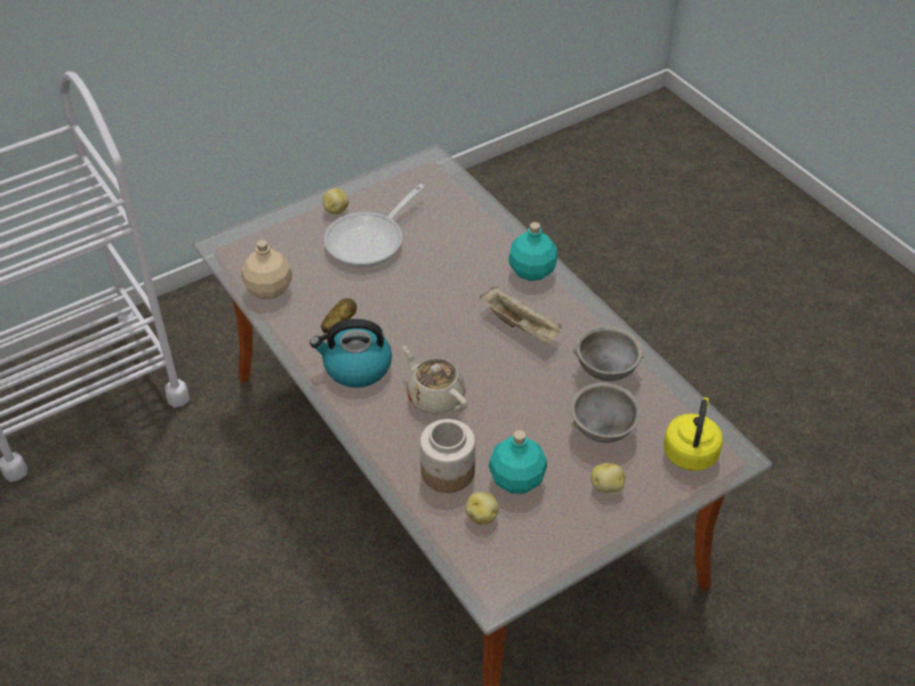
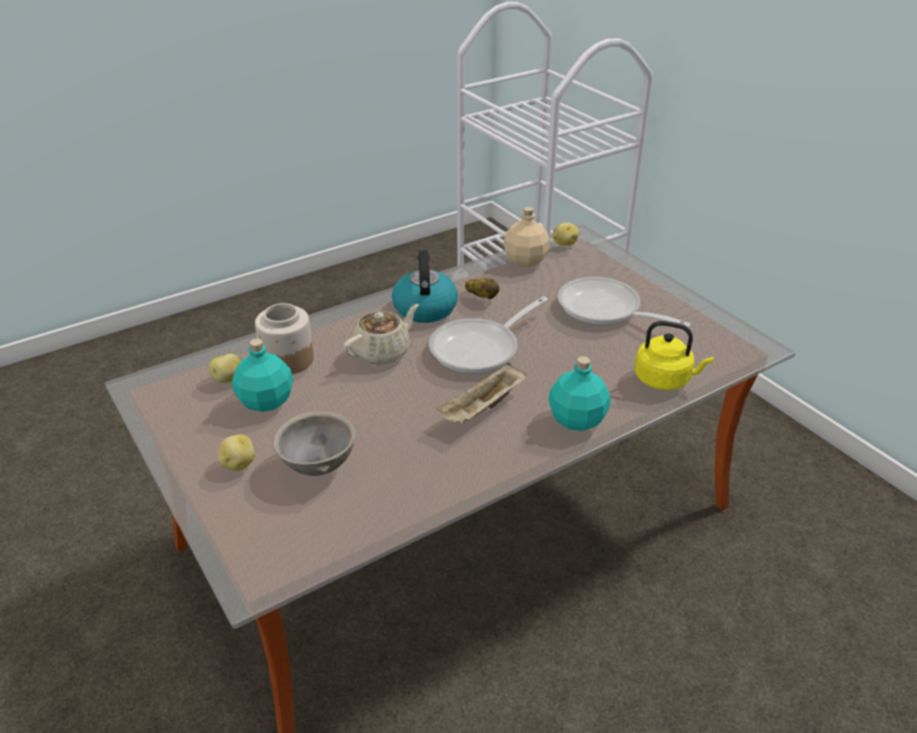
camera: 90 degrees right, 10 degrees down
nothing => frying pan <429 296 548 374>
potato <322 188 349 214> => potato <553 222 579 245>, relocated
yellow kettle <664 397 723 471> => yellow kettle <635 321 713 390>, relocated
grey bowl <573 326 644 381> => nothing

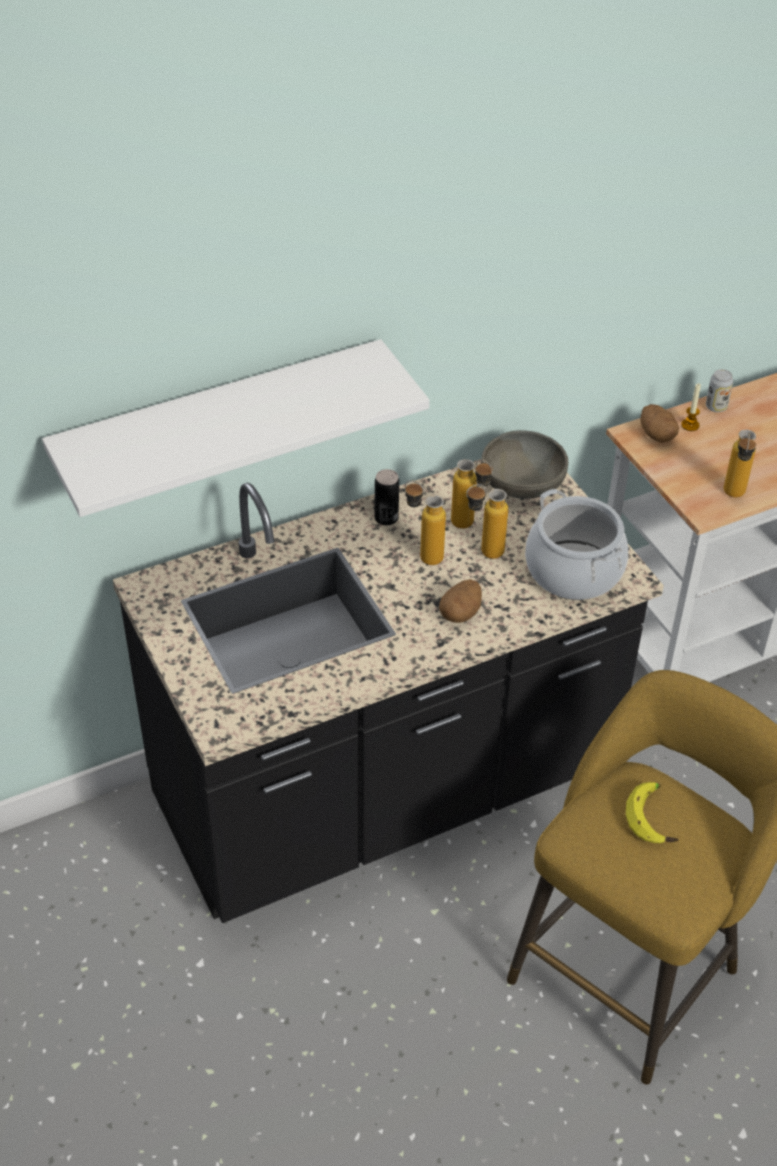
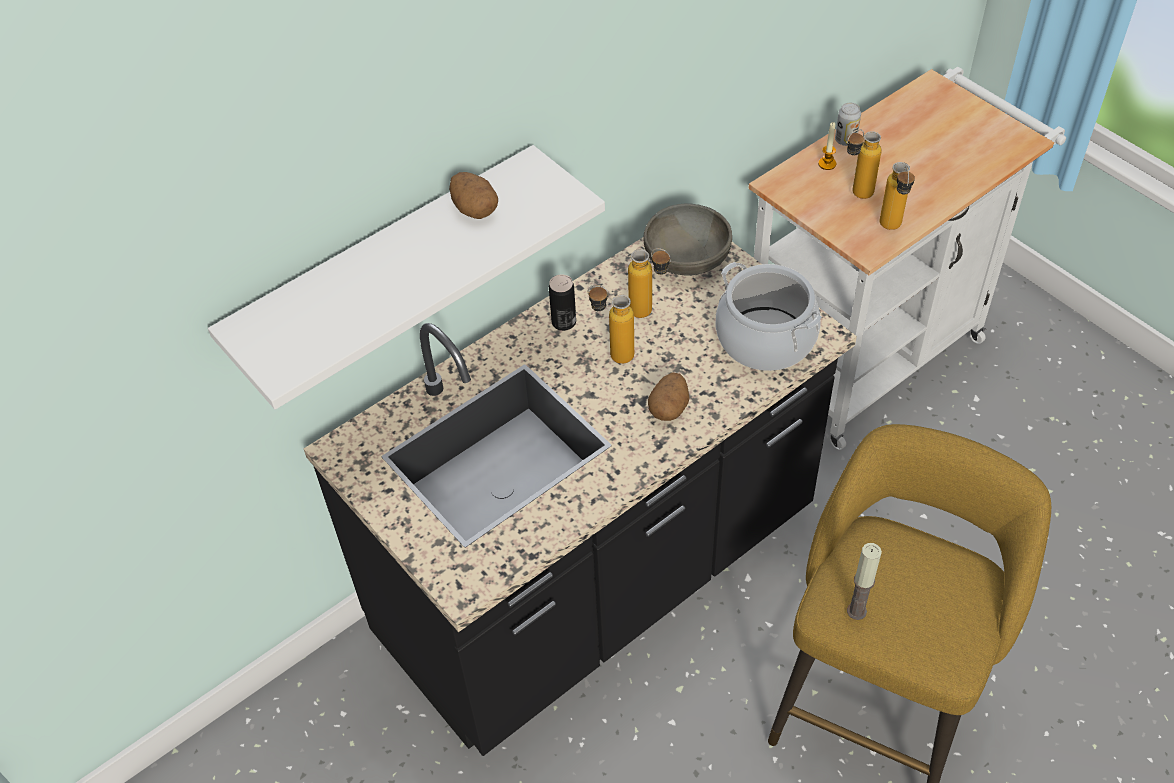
camera: 10 degrees left, 5 degrees up
potato <640 404 679 443> => potato <449 172 498 219>, relocated
bottle <466 484 508 559> => bottle <847 129 882 199>, relocated
nothing => candle <847 543 882 620>
banana <626 782 679 843> => nothing

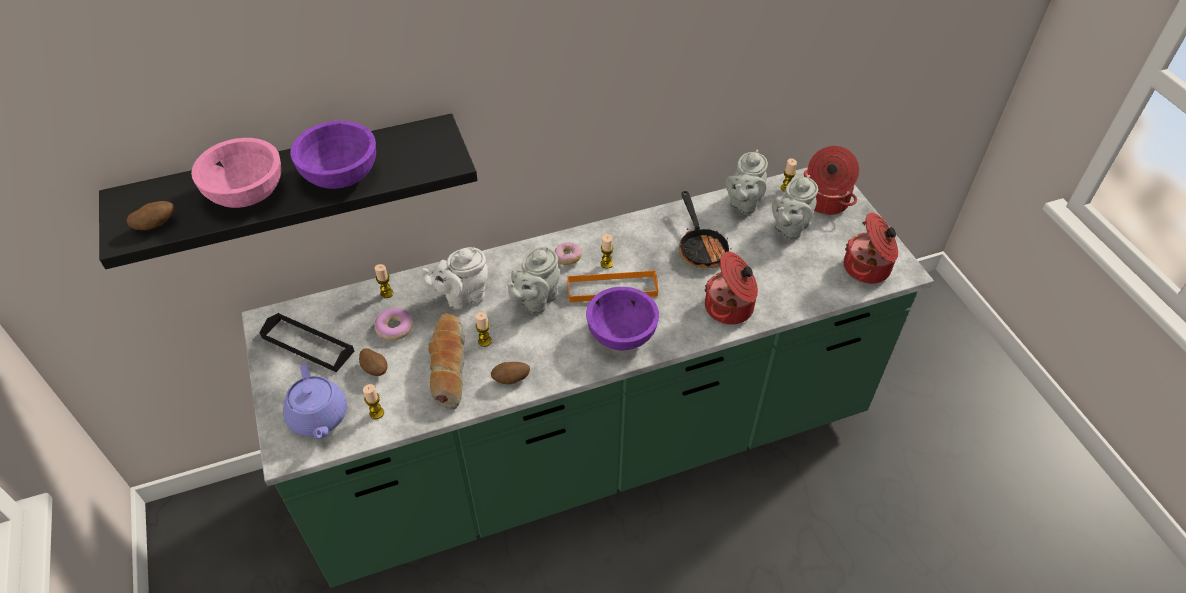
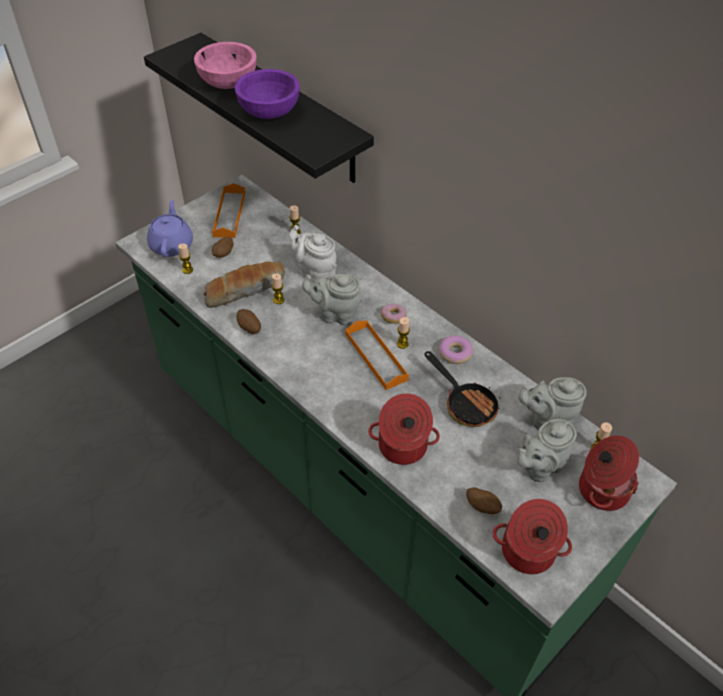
camera: 65 degrees right, 0 degrees up
purple teapot <283 364 347 439> => purple teapot <147 200 193 257>, 135 degrees clockwise
black tray <259 313 354 372> => orange tray <212 183 245 238>
frying pan <679 191 732 268> => frying pan <425 351 500 427>, 90 degrees counterclockwise
donut <374 308 413 341> => donut <438 335 473 364>, relocated
potato <126 201 175 230> => potato <466 487 502 514>, relocated
grey teapot <772 175 818 240> => grey teapot <517 419 577 482>, 45 degrees counterclockwise
purple bowl <586 287 659 350> => nothing

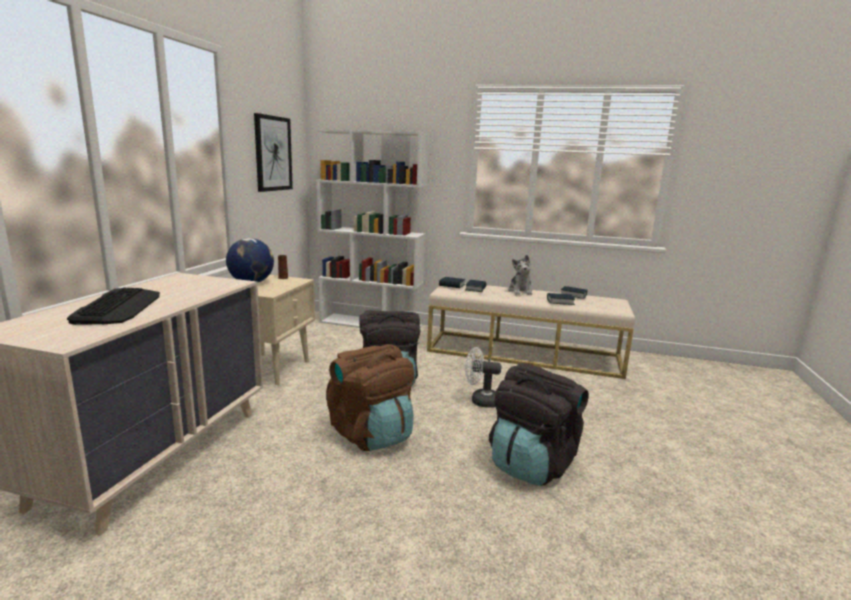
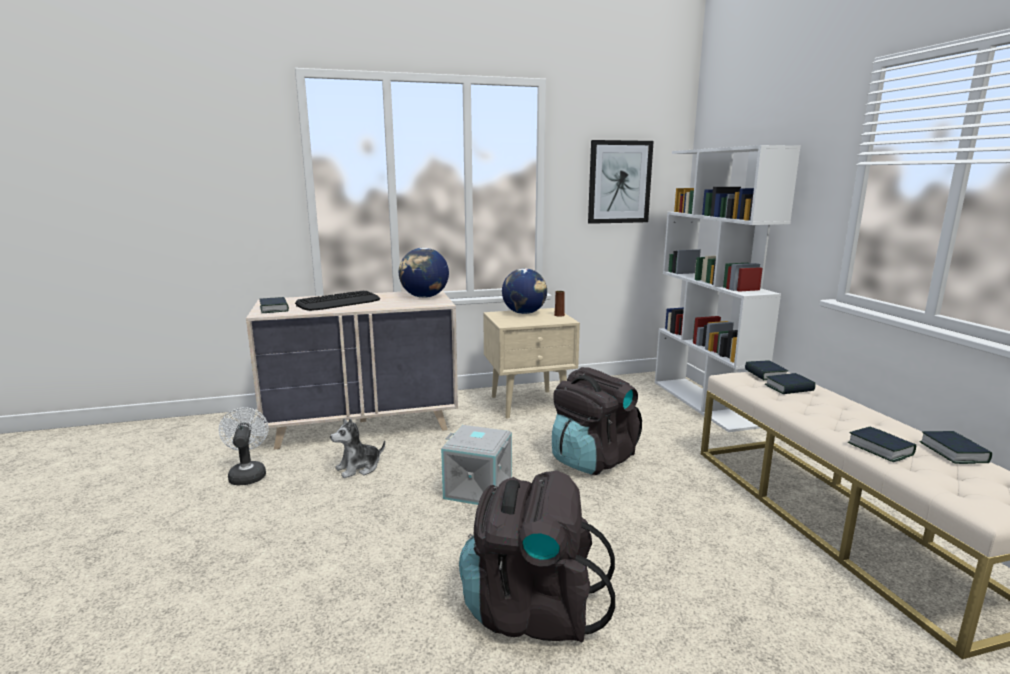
camera: 60 degrees right, 0 degrees up
white fan <465 347 502 408> => white fan <219 407 268 486>, relocated
nothing => book <259 297 289 313>
plush toy <508 255 532 295> => plush toy <330 419 385 478>, relocated
nothing => globe <399 247 449 298>
brown backpack <326 344 414 451> => grey storage box <441 425 512 505>

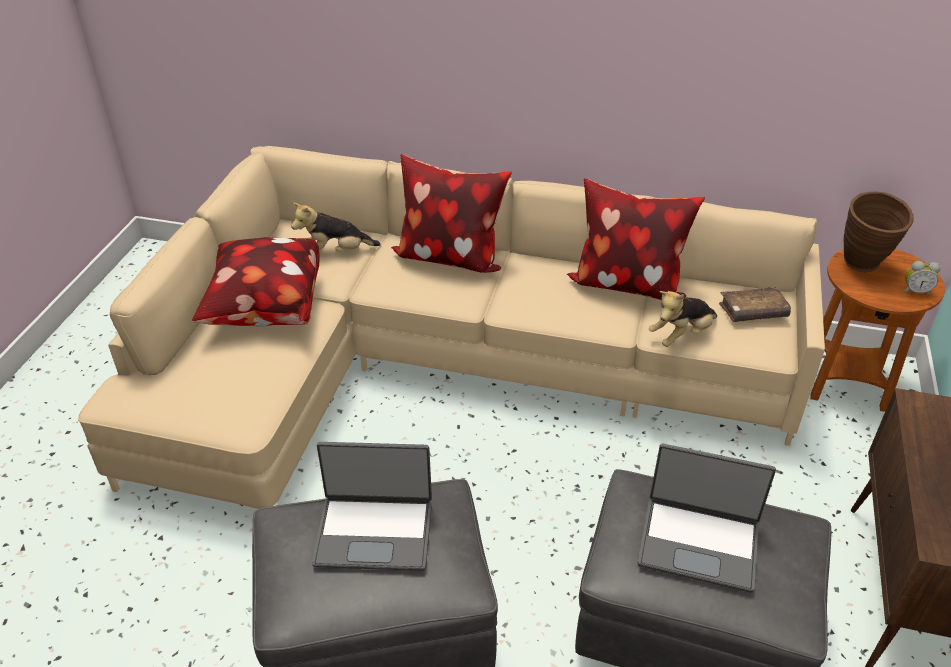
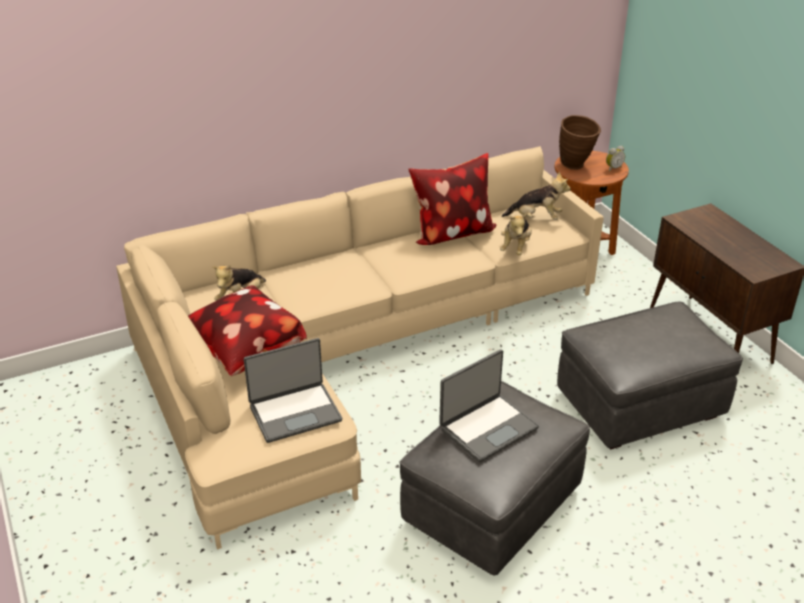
camera: 40 degrees left, 5 degrees down
laptop <637 444 776 593> => laptop <244 338 342 443>, relocated
brown book <719 286 791 322> => plush toy <502 172 571 220>
pillow <391 154 512 273> => nothing

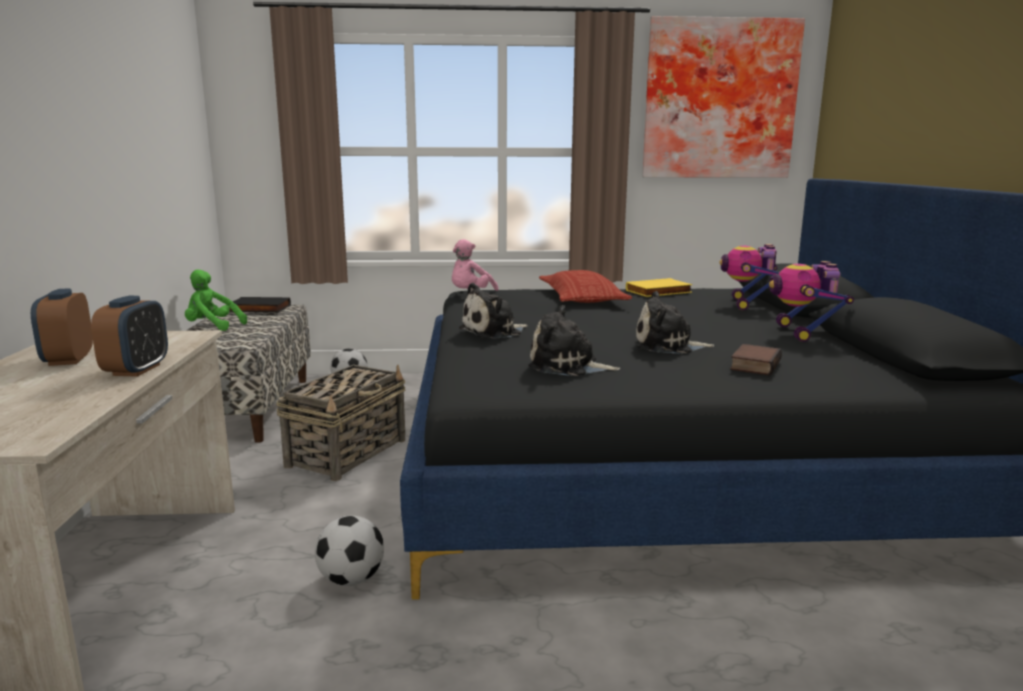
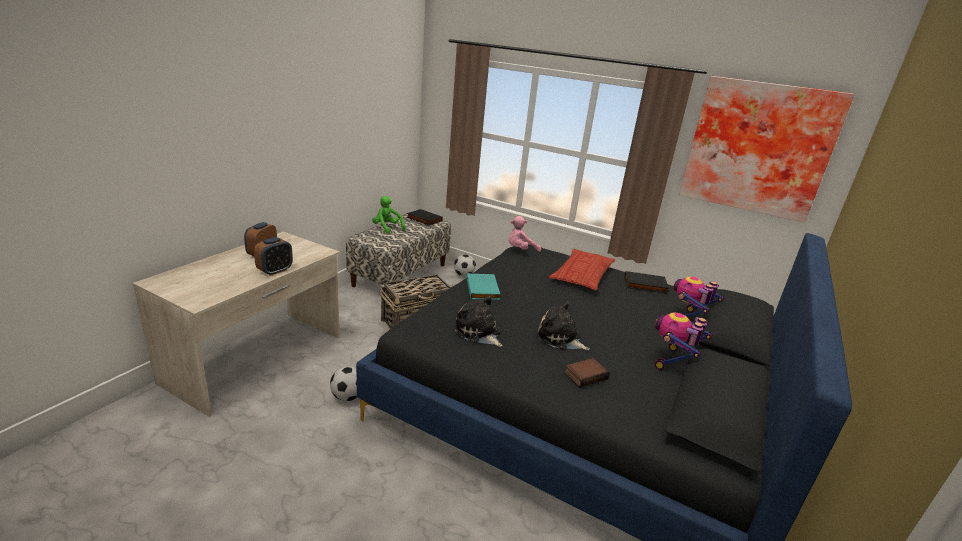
camera: 30 degrees right, 10 degrees up
plush toy <459 283 528 339> => turquoise book <466 273 500 300>
yellow book <626 278 693 297> => black book <624 271 669 294>

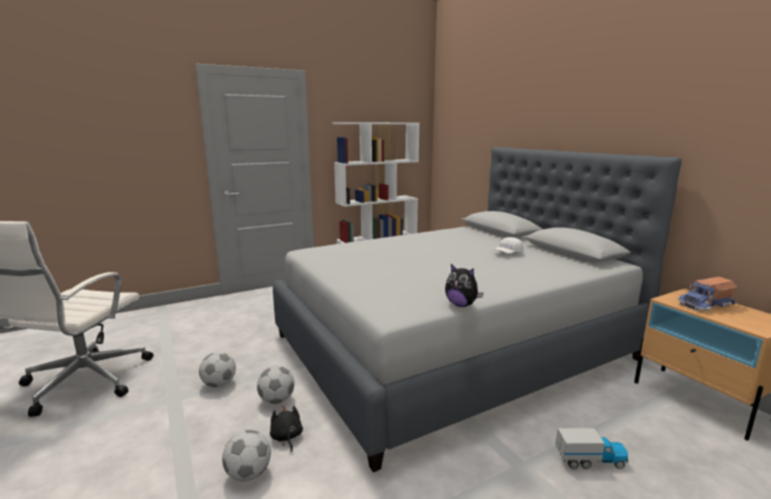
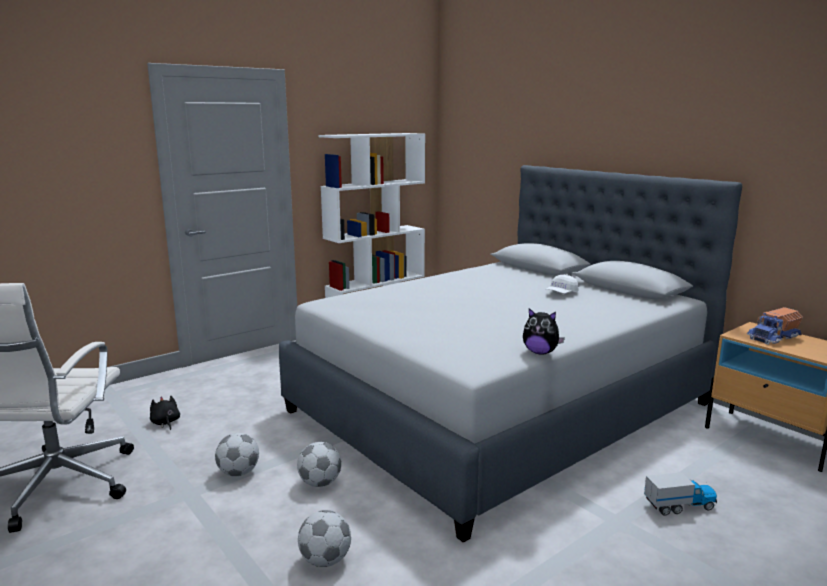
camera: 10 degrees left, 0 degrees up
black plush toy <270 406 303 452> => black plush toy <150 396 180 430>, relocated

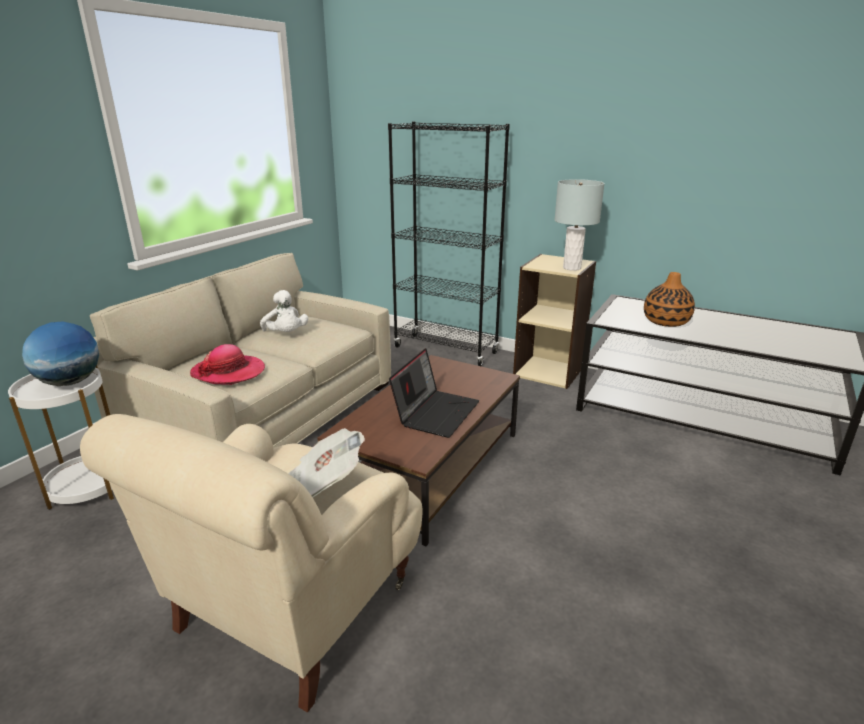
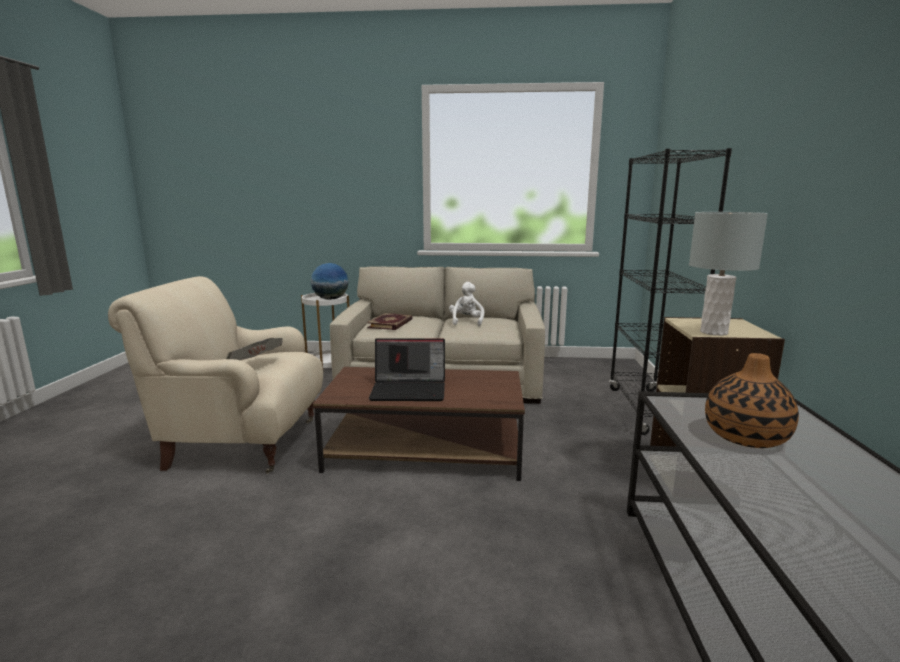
camera: 65 degrees right, 10 degrees down
hat <190 344 265 385> => book <367 313 412 330>
white plush toy <260 290 308 332> => white plush toy <449 282 484 327>, 150 degrees clockwise

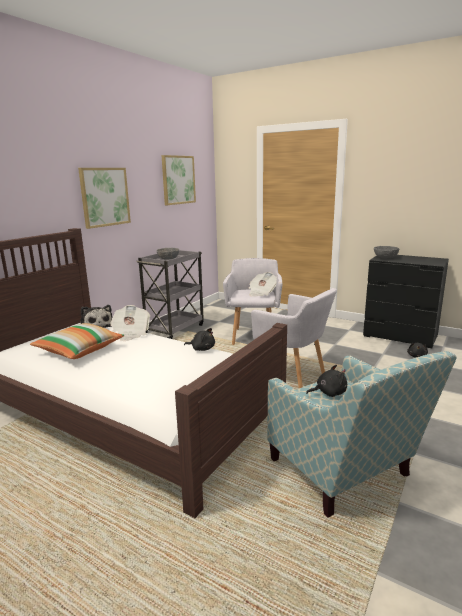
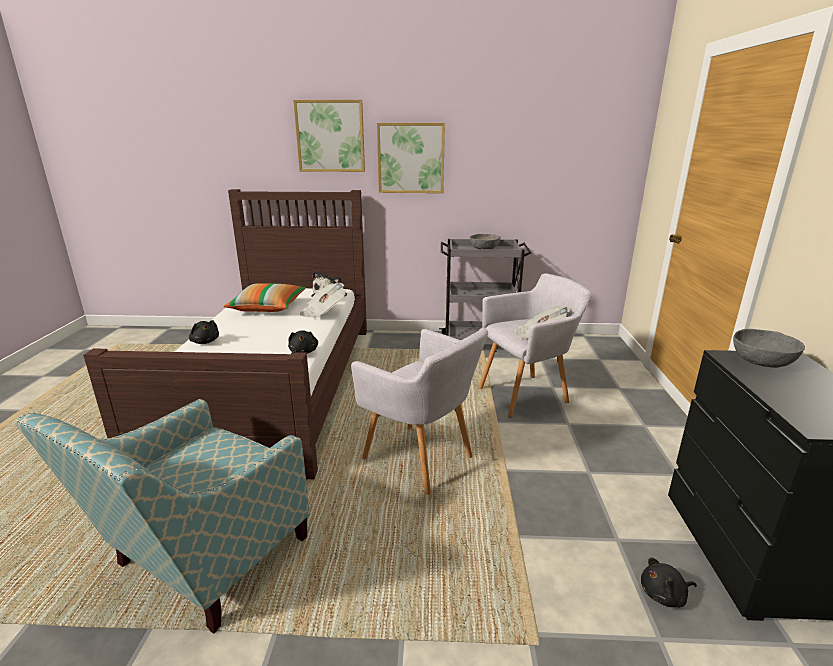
camera: 60 degrees right, 5 degrees up
black plush toy <306 365 347 397> => black plush toy <189 320 219 344>, relocated
picture <161 155 196 205> => picture <293 100 365 172>, relocated
grey armchair <251 288 337 388> => grey armchair <351 328 488 495>, 60 degrees counterclockwise

